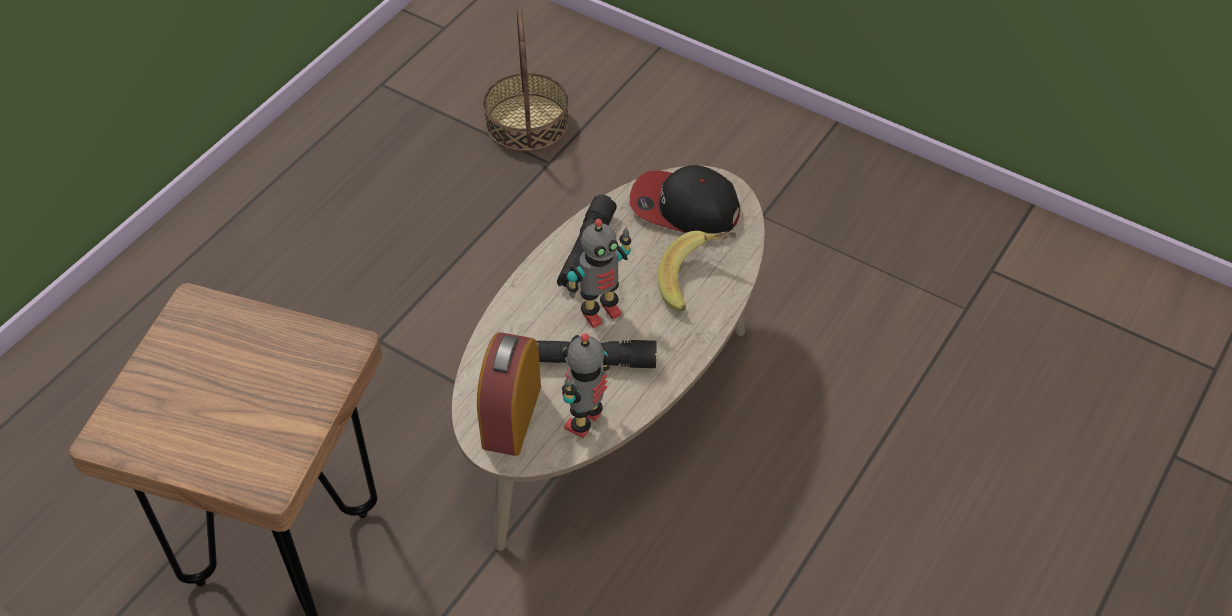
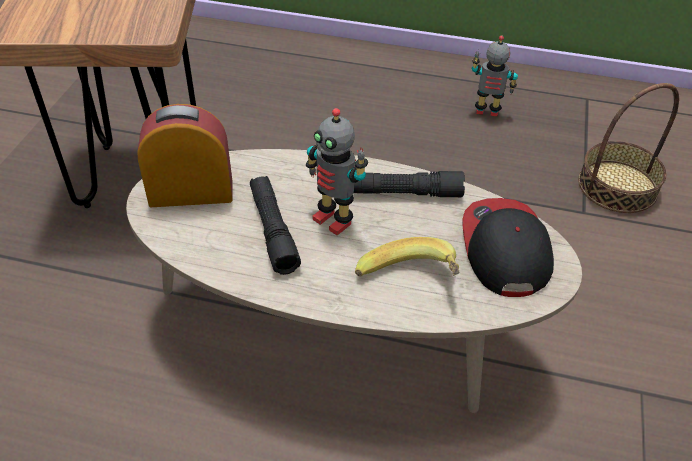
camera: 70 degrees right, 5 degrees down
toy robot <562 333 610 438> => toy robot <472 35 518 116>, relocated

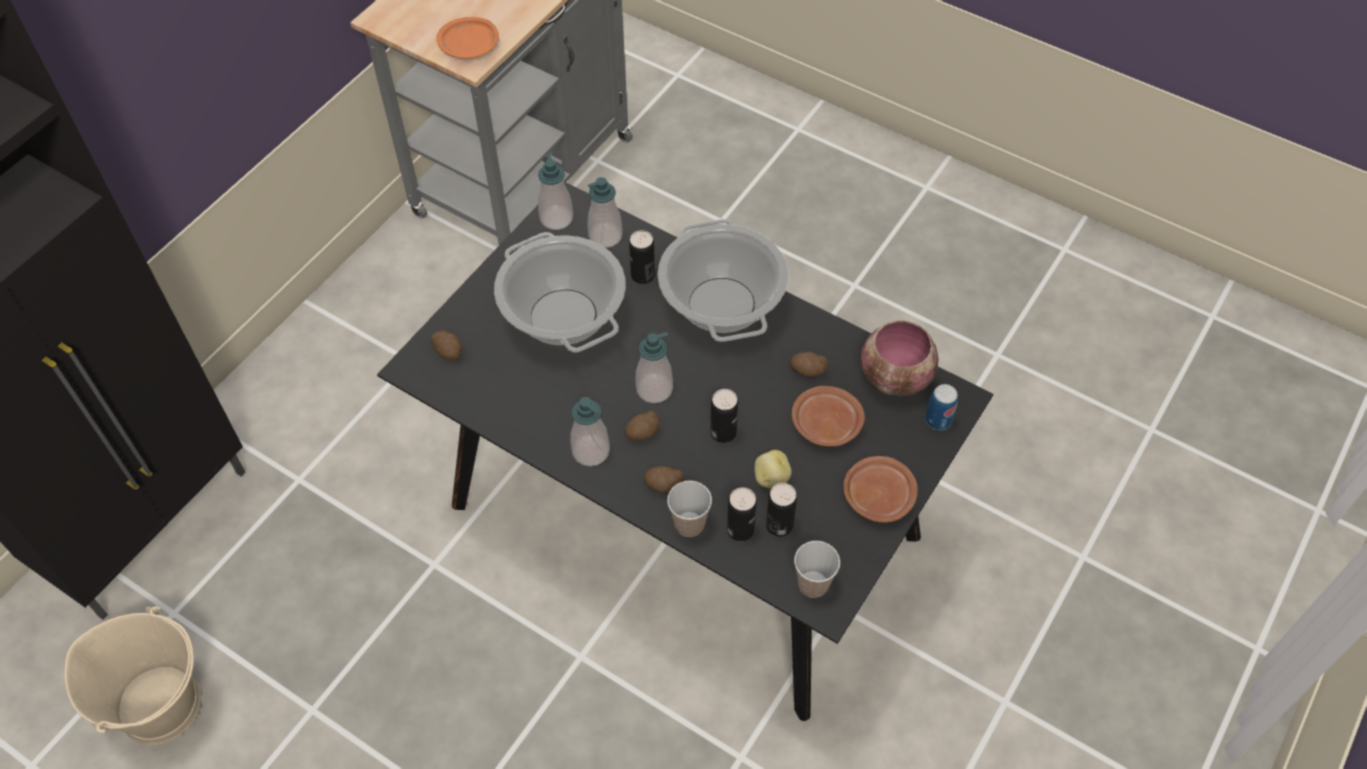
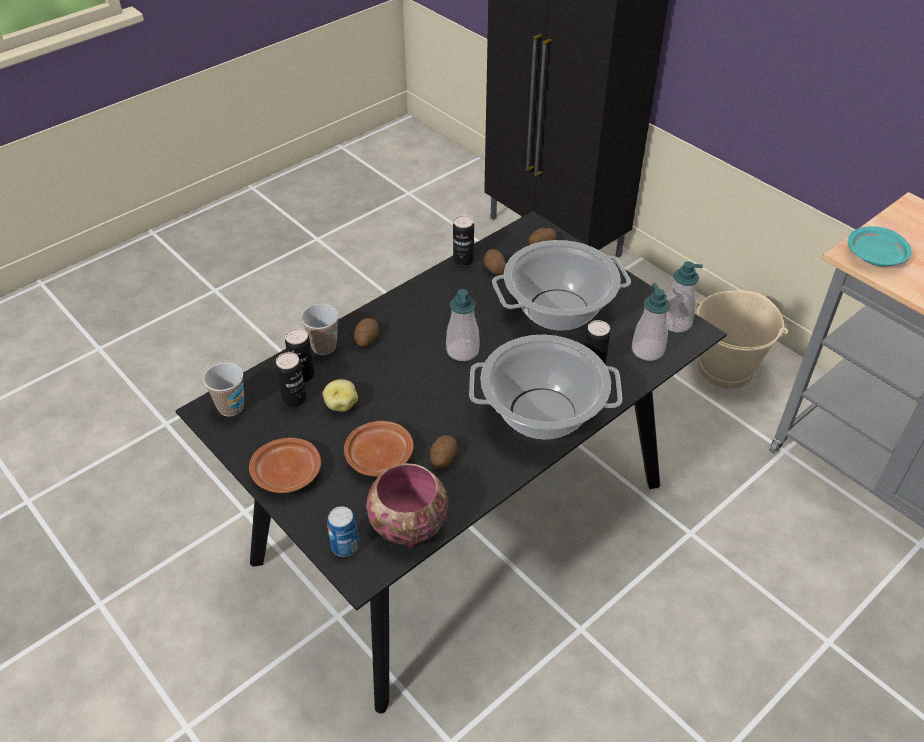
camera: 105 degrees right, 10 degrees down
can <710 389 738 443> => can <453 215 474 266>, relocated
potato <625 411 660 441> => potato <484 249 506 275>, relocated
beige bucket <65 606 201 745> => beige bucket <696 291 788 389>, relocated
orange plate <436 17 499 59> => turquoise plate <848 226 912 266>
soap dispenser <570 397 610 466> => nothing

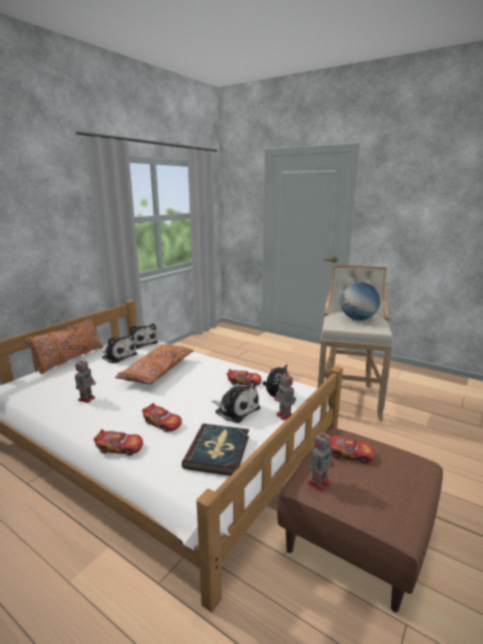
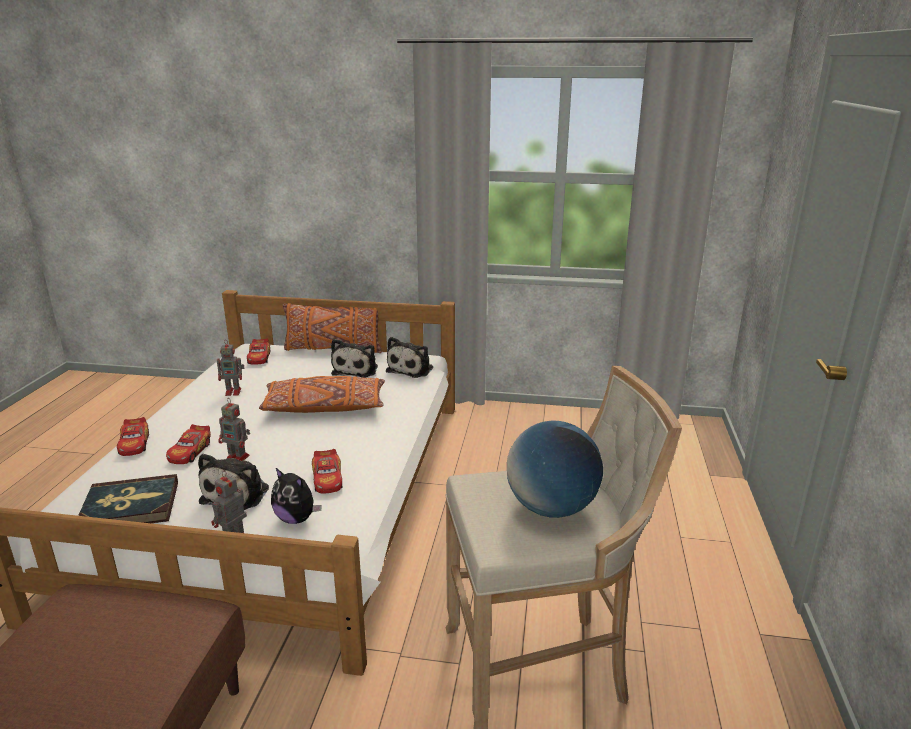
camera: 65 degrees right, 5 degrees up
toy robot <308 429 334 492> => toy robot <218 398 250 461>, relocated
toy car <328 434 375 464> => toy car <247 338 270 365>, relocated

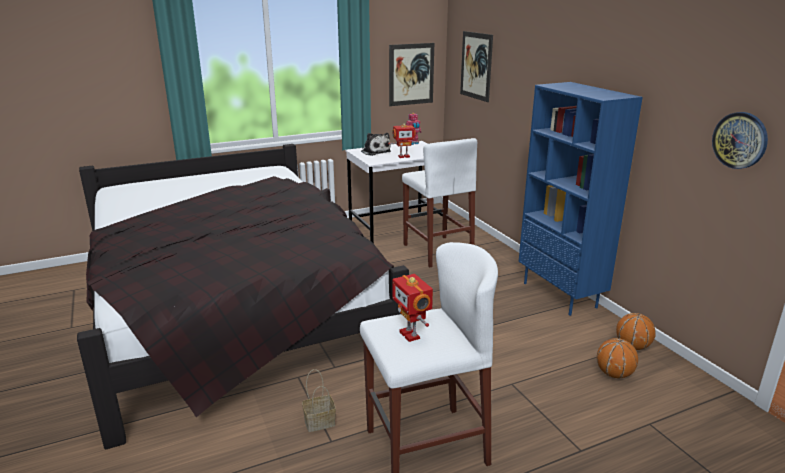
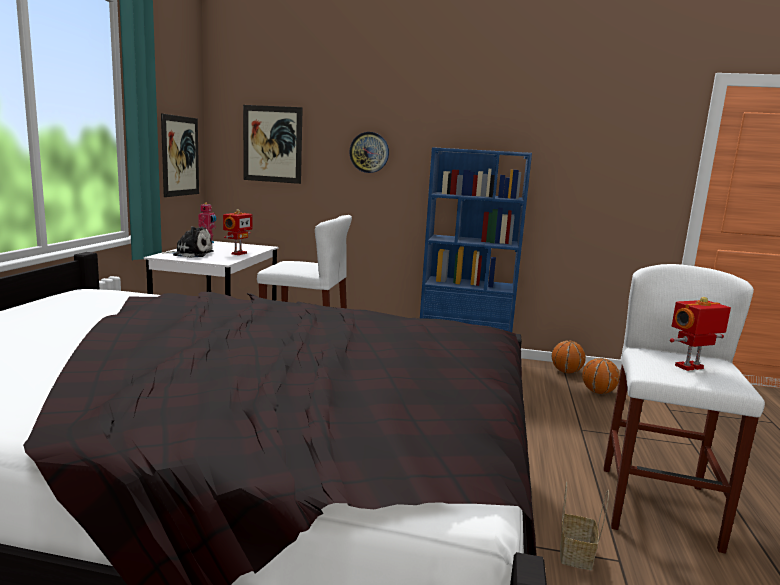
camera: 55 degrees left, 10 degrees down
wall clock <712 112 768 169> => wall clock <349 132 389 173>, relocated
toy robot <392 274 433 342> => toy robot <670 297 731 371>, 150 degrees clockwise

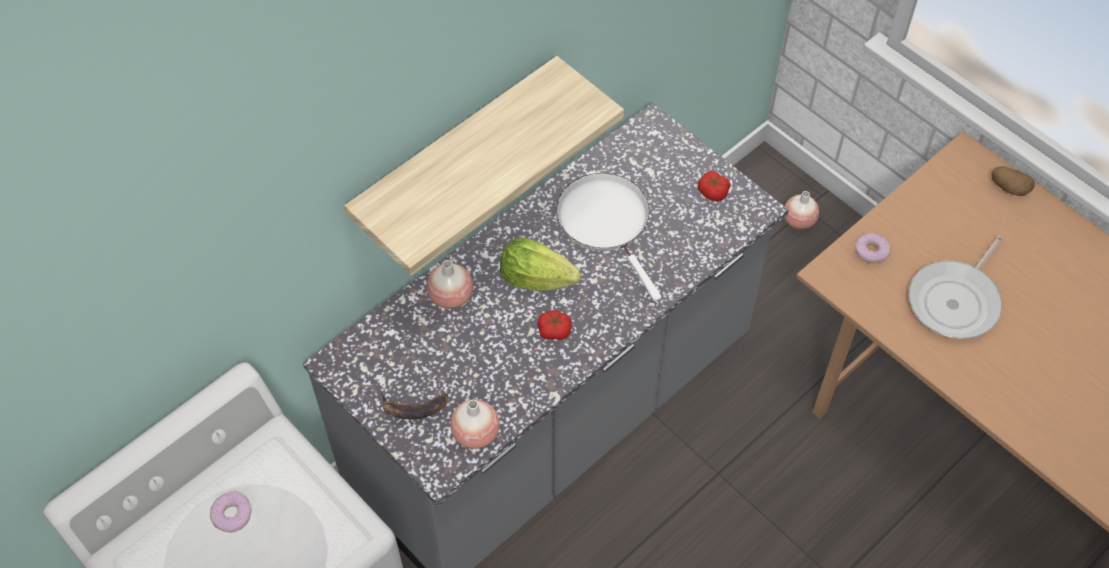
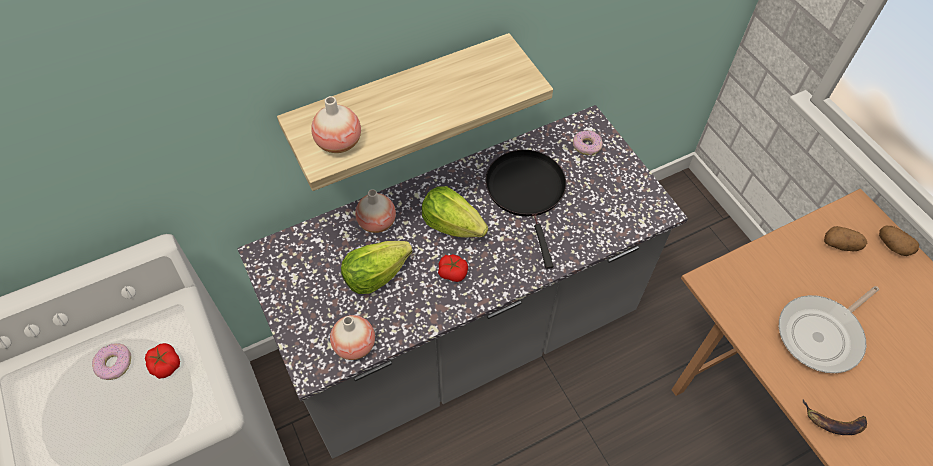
camera: 15 degrees right, 0 degrees up
tomato <698 171 731 201> => tomato <145 343 180 379>, relocated
vase <784 191 819 230> => vase <311 96 361 153>, relocated
nothing => lettuce <341 241 413 294>
white frying pan <556 173 661 301> => black frying pan <485 150 566 269>
donut <855 233 891 264> => donut <573 130 603 155>, relocated
banana <381 393 448 420> => banana <803 400 867 435>, relocated
nothing => potato <824 226 867 251>

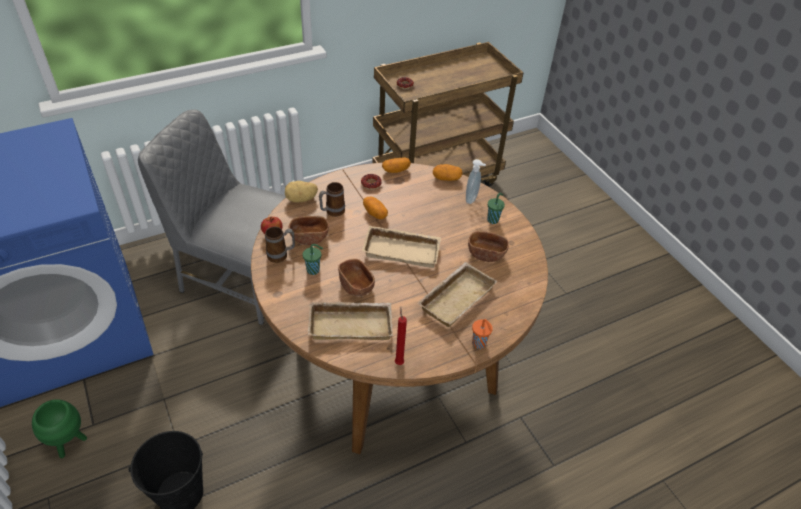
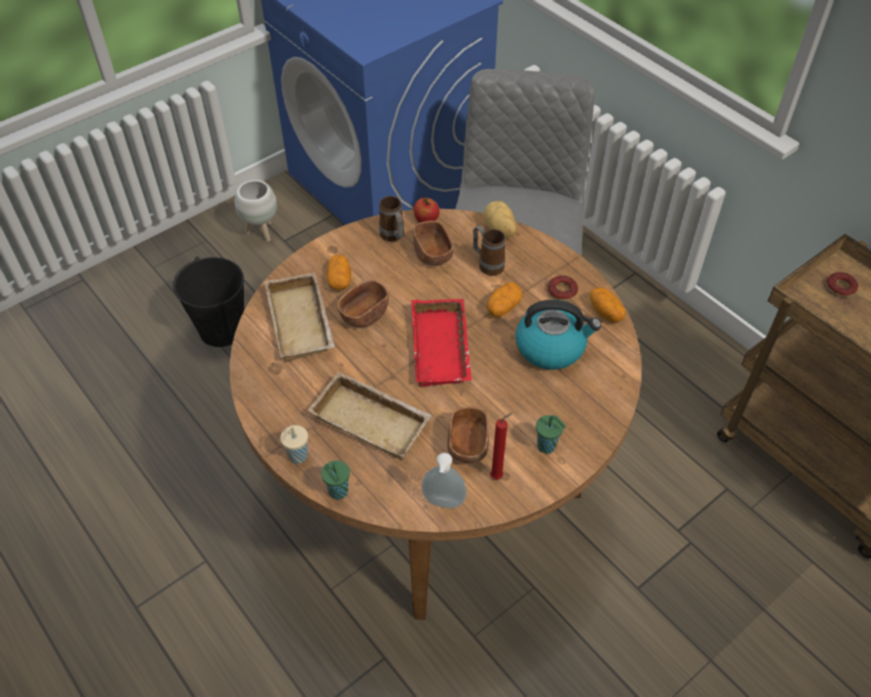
camera: 80 degrees right, 5 degrees up
green planter <32 399 87 458> => white planter <235 180 277 242>
orange cup <472 319 493 349> => beige cup <280 425 308 464>
green cup <303 244 323 275> => green cup <321 460 350 500>, relocated
potato <433 164 462 181> => potato <326 254 351 290>, relocated
beige tray <362 225 441 268> => red tray <411 299 472 387>
soap dispenser <466 159 486 204> => soap dispenser <421 453 467 508>, relocated
red candle <395 307 407 365> => red candle <490 412 513 480>, relocated
nothing => kettle <515 300 601 370>

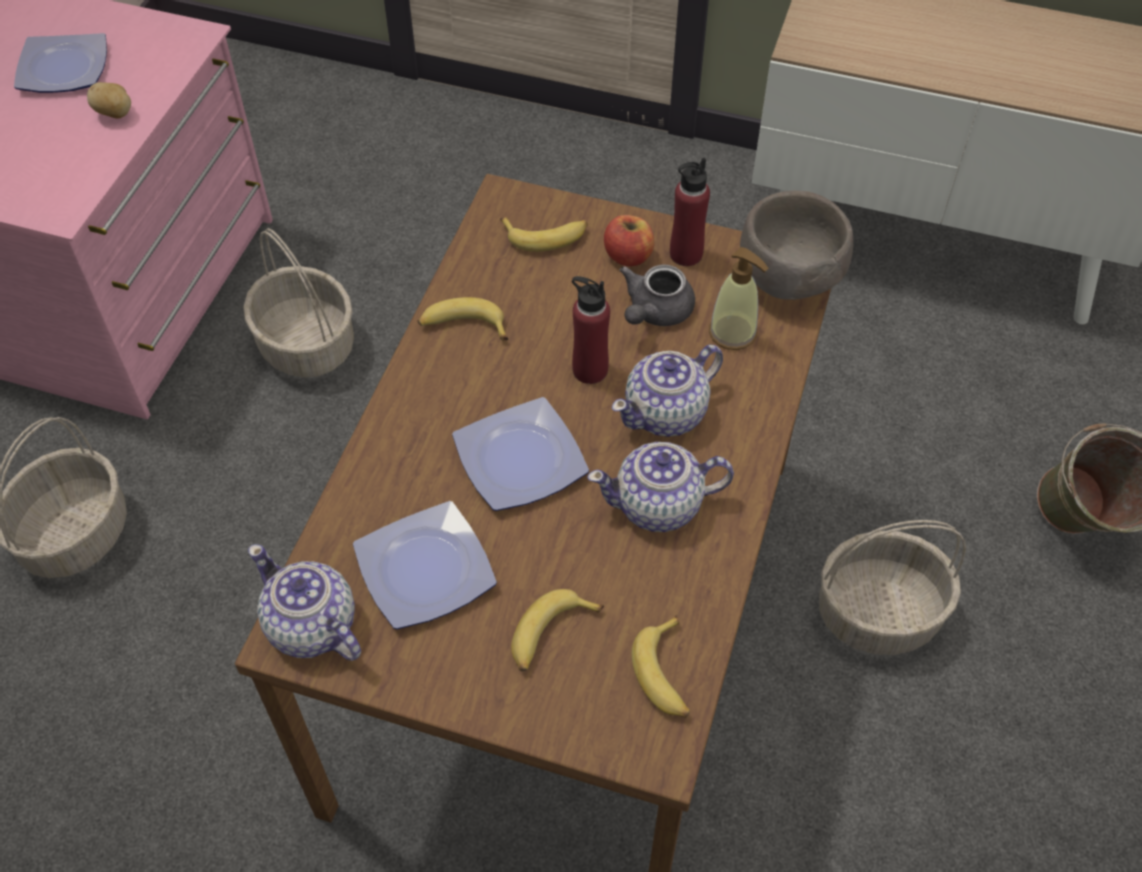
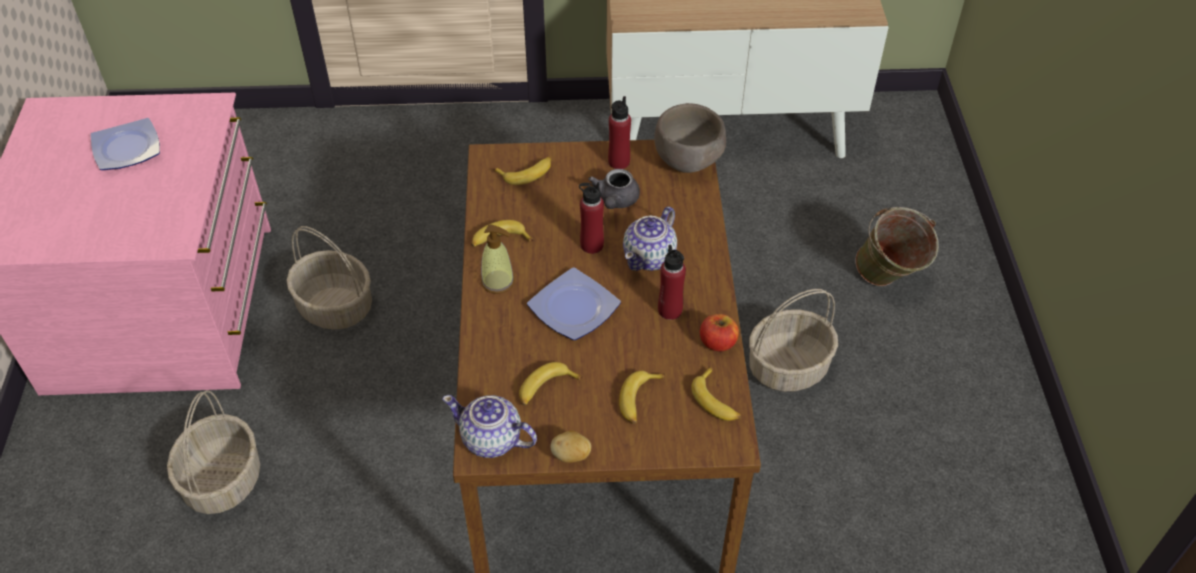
camera: 20 degrees left, 5 degrees down
soap dispenser <709 247 769 350> => soap dispenser <481 225 515 294>, relocated
plate <353 501 497 629> => banana <519 362 583 405>
potato <87 82 131 119> => potato <550 430 591 463>, relocated
teapot <587 442 734 532> => red bottle <658 245 686 320>
apple <604 215 654 266> => apple <700 314 739 351>, relocated

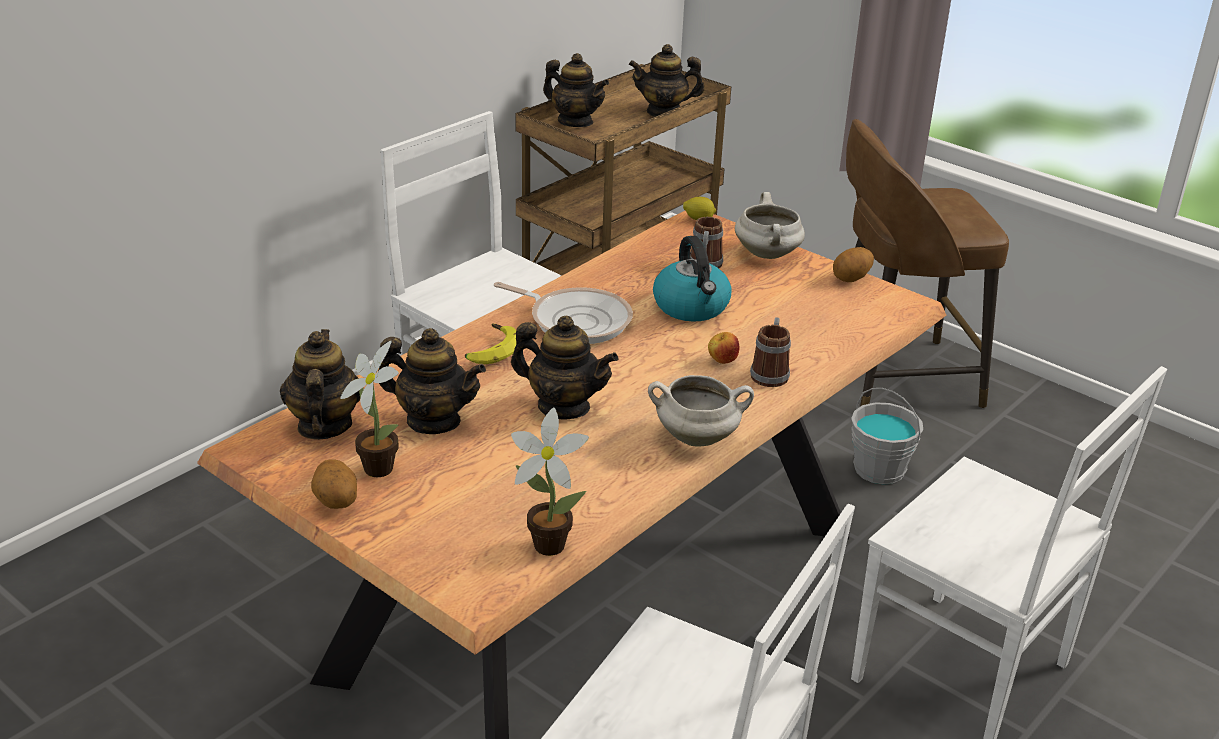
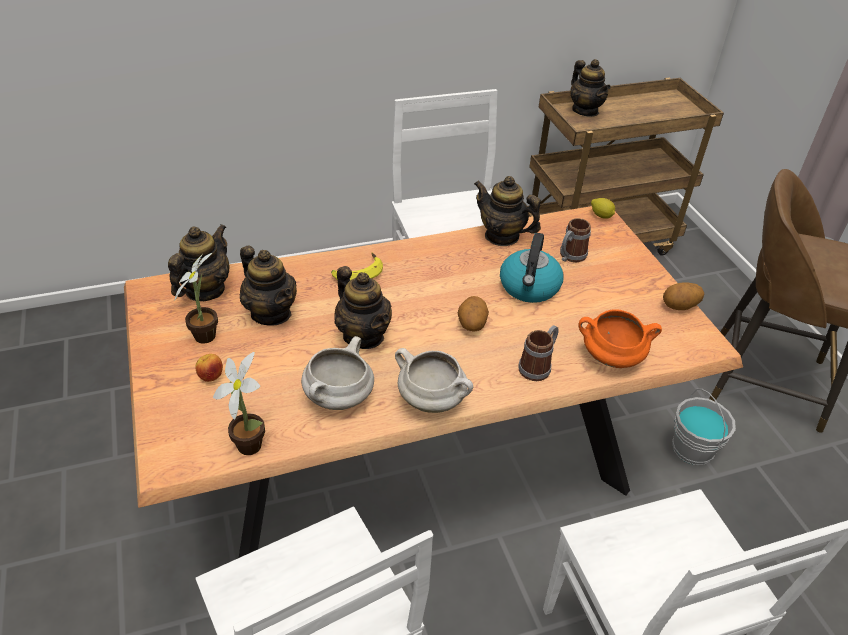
camera: 30 degrees right, 10 degrees up
apple <708 332 740 364> => apple <195 354 223 382>, relocated
white cooking pot <735 192 805 259> => white cooking pot <301 336 374 410>, relocated
potato <311 459 357 509> => potato <458 296 489 332>, relocated
teapot <629 44 705 117> => teapot <474 176 541 246>, relocated
nothing => orange cooking pot <579 309 662 368>
frying pan <494 282 633 344> => nothing

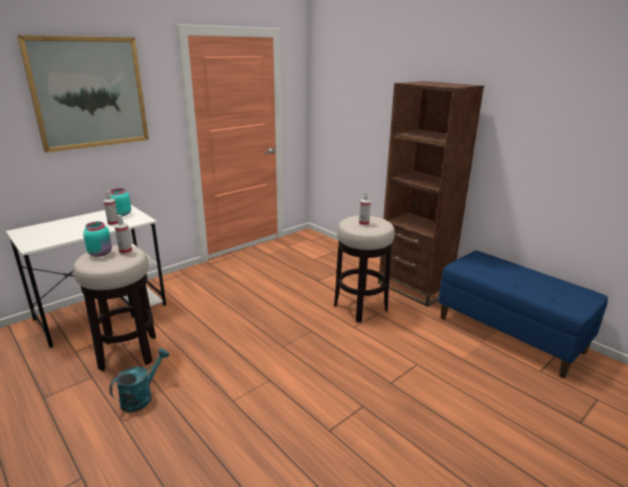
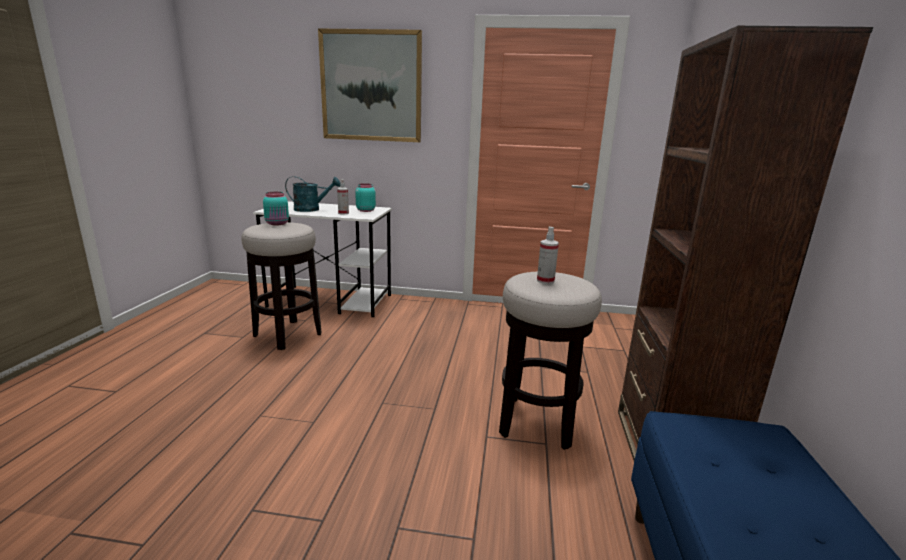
camera: 50 degrees right, 5 degrees down
turquoise watering can <109 348 169 412> => turquoise watering can <285 176 340 212>, relocated
spray bottle <115 215 132 254> => nothing

